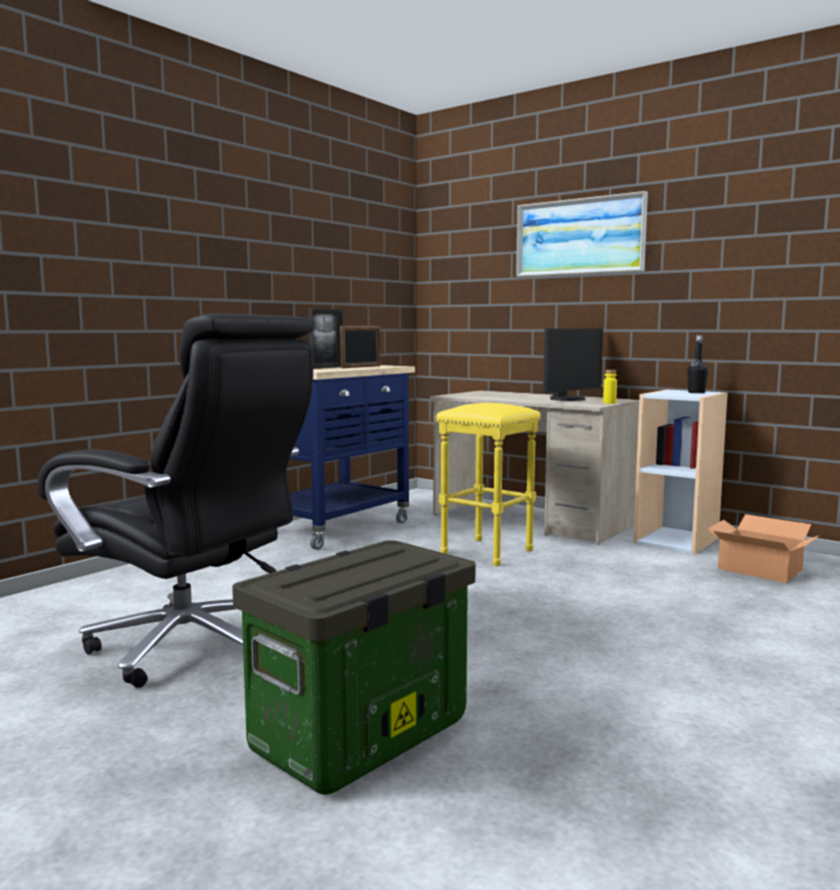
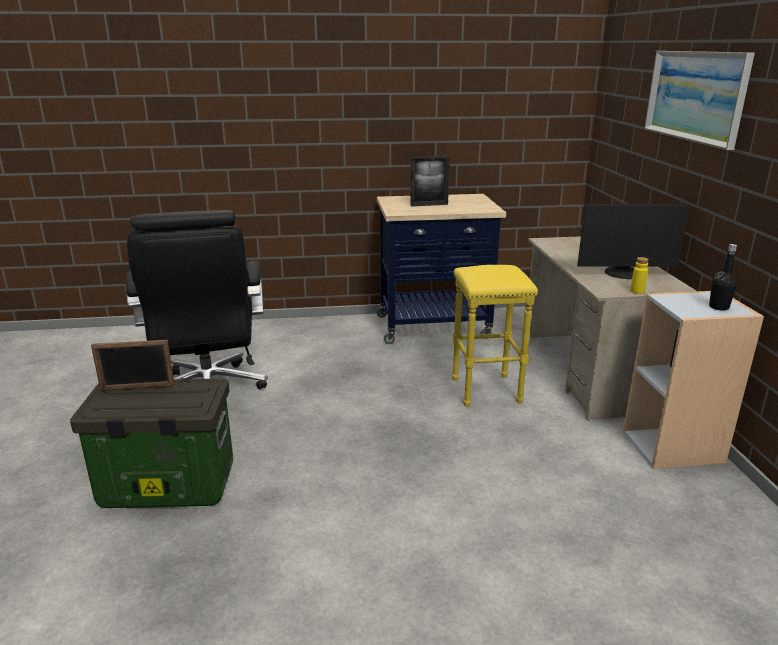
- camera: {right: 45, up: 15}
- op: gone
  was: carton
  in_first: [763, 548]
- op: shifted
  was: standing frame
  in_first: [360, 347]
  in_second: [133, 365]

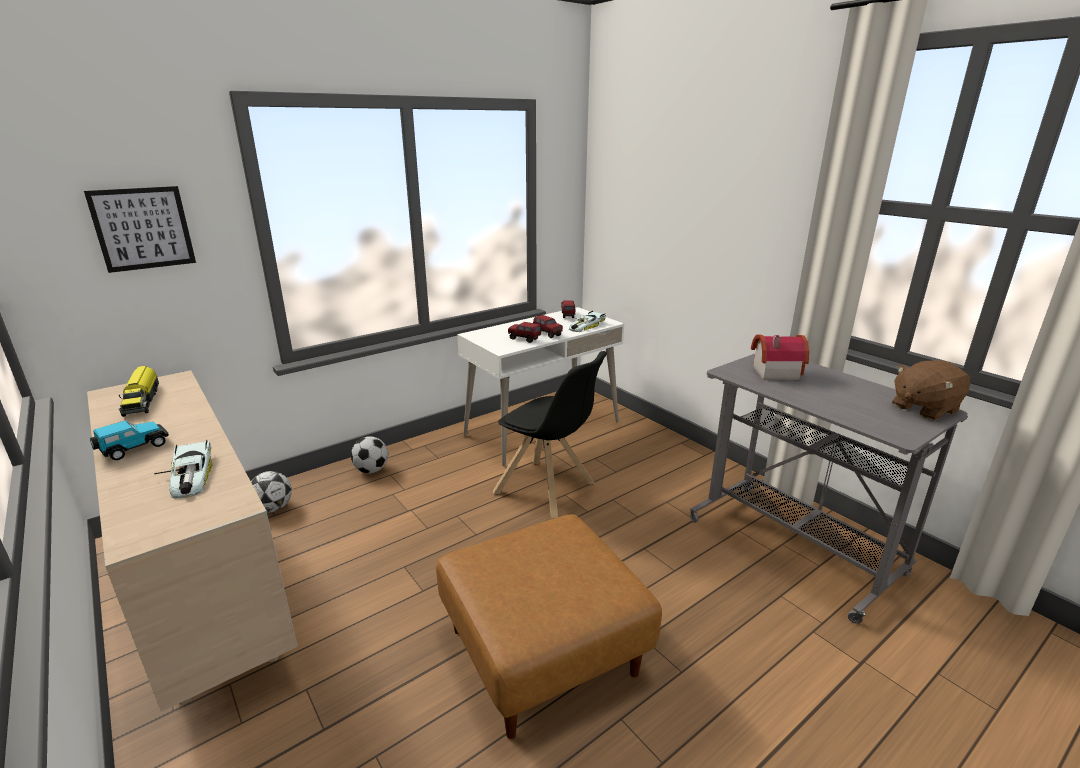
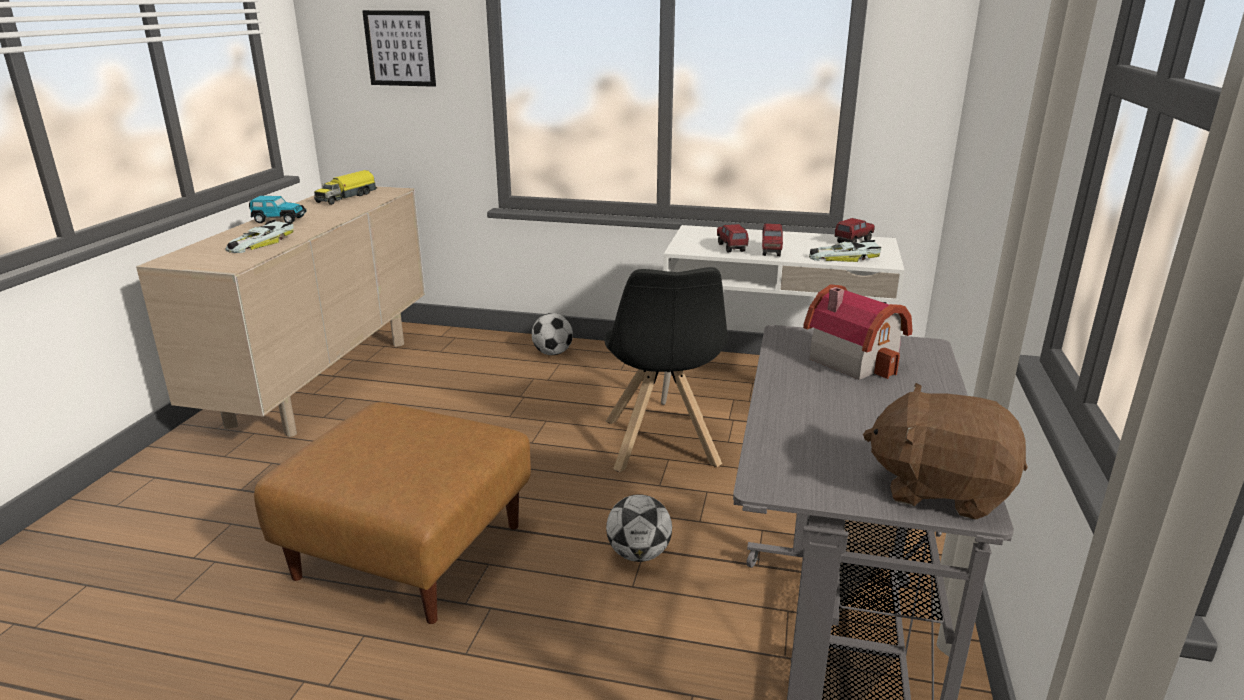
- camera: {right: 50, up: 0}
- op: shifted
  was: football ball
  in_first: [271, 492]
  in_second: [639, 528]

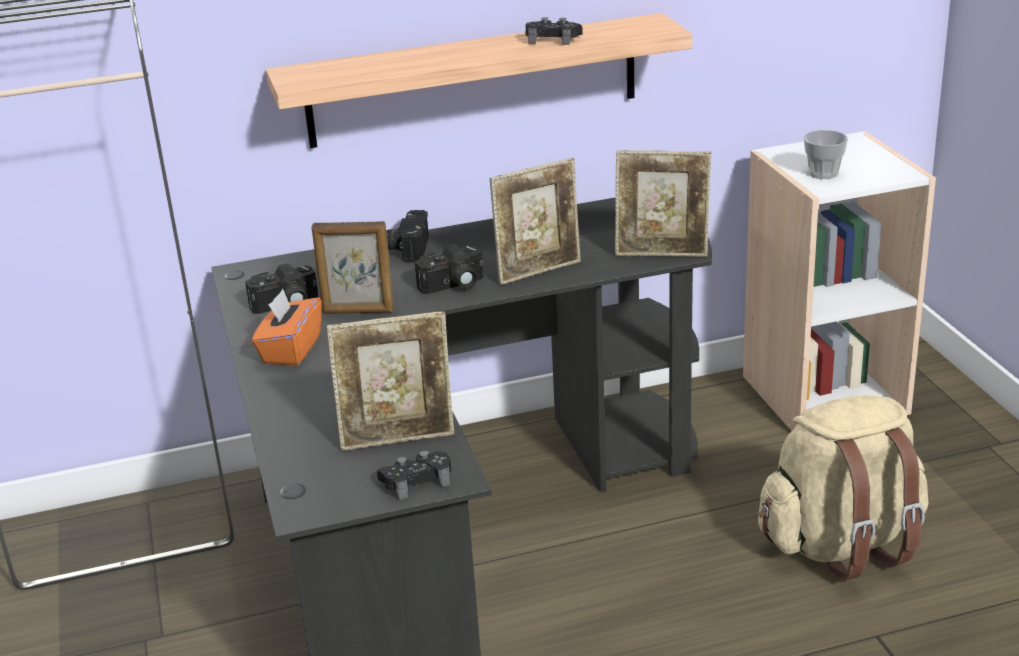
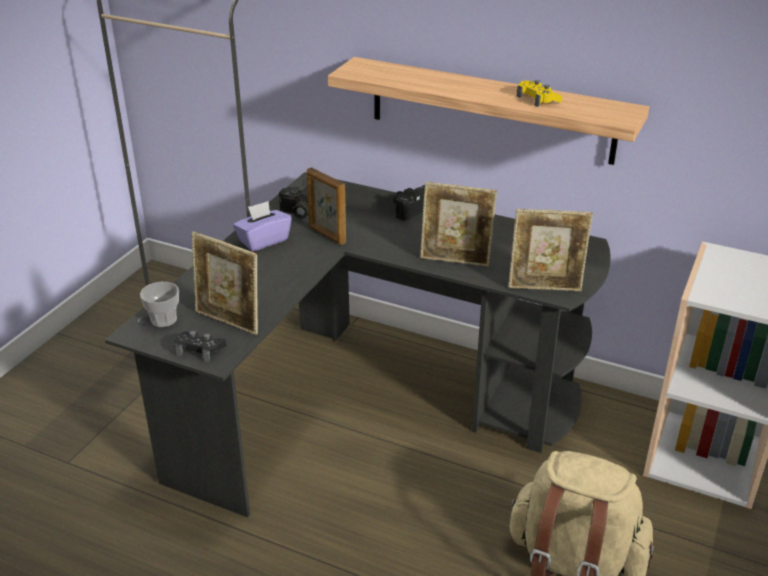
- camera: {right: 40, up: 5}
- op: gone
  was: photo camera
  in_first: [449, 269]
- op: shifted
  was: small cup
  in_first: [826, 154]
  in_second: [159, 304]
- op: repainted
  was: tissue holder (orange-coloured)
  now: tissue holder (purple-coloured)
  in_first: [287, 327]
  in_second: [262, 226]
- op: repainted
  was: joypad (black)
  now: joypad (yellowish)
  in_first: [554, 31]
  in_second: [539, 93]
- op: rotated
  was: standing frame
  in_first: [663, 203]
  in_second: [550, 250]
  clockwise: -45

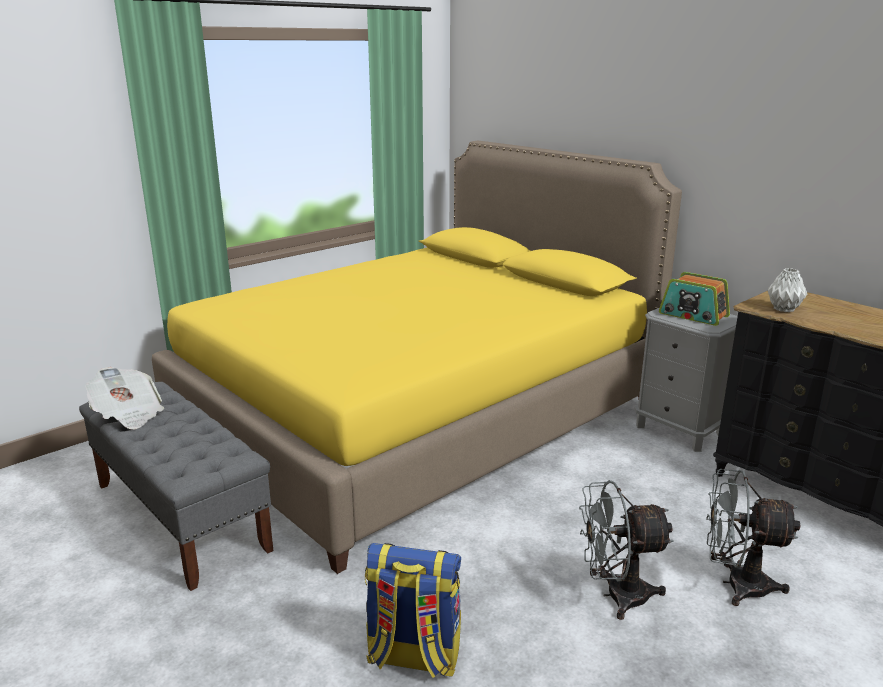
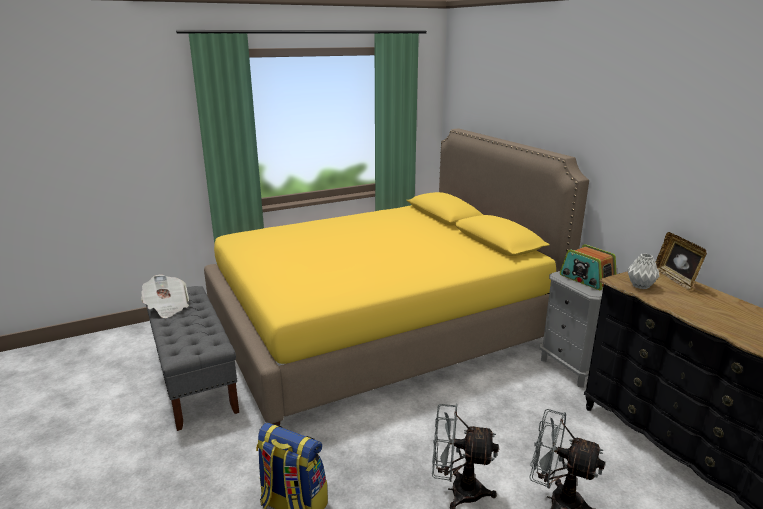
- camera: {right: 15, up: 0}
- op: new
  now: standing frame
  in_second: [681, 261]

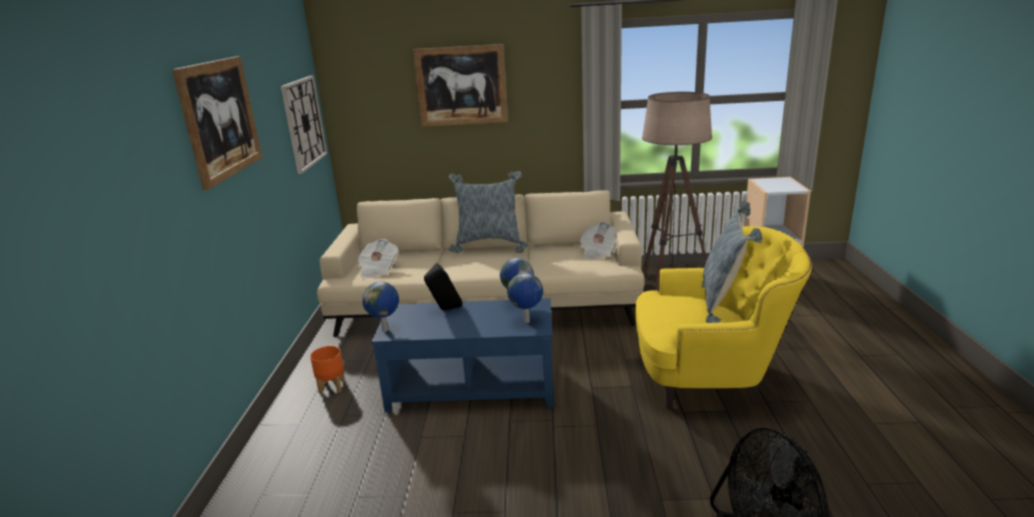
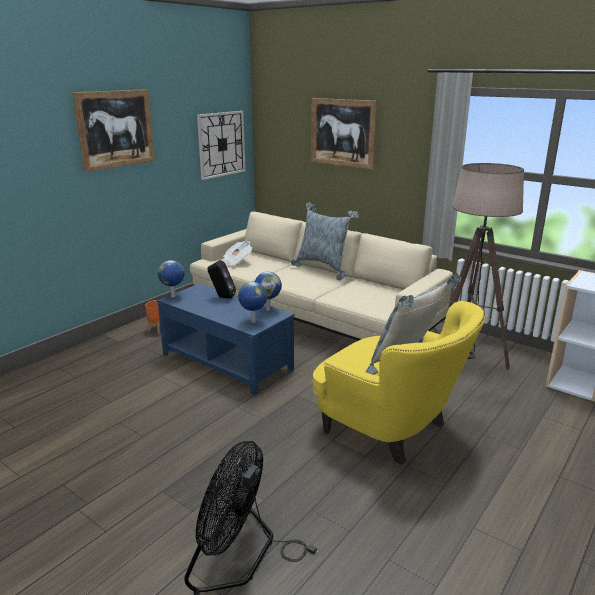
- camera: {right: 35, up: 0}
- op: gone
  was: daily paper
  in_first: [599, 241]

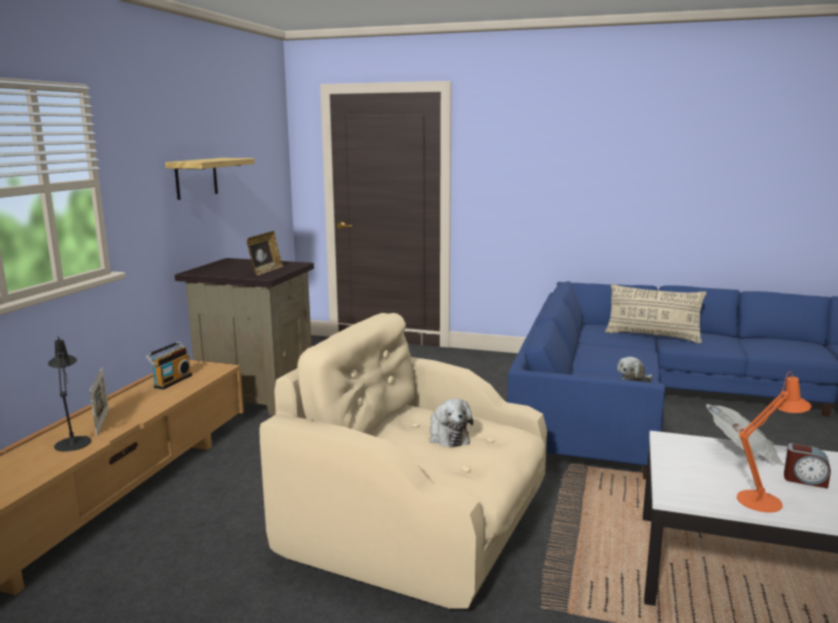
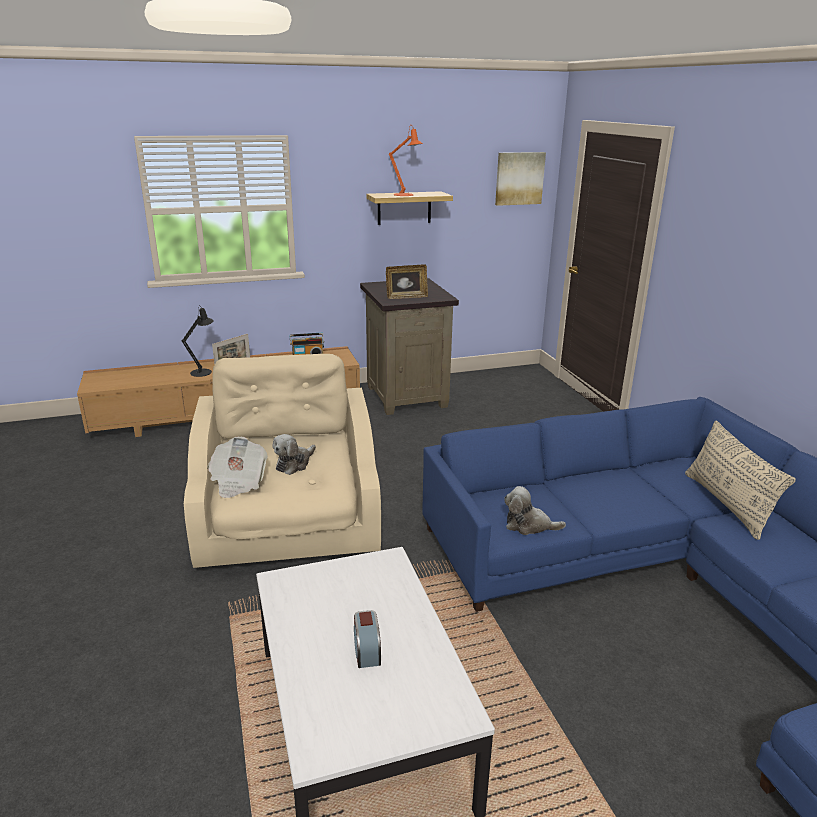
- camera: {right: 55, up: 10}
- op: new
  now: picture
  in_second: [520, 179]
- op: shifted
  was: daily paper
  in_first: [744, 434]
  in_second: [237, 467]
- op: shifted
  was: tabletop lamp (orange-coloured)
  in_first: [774, 441]
  in_second: [406, 161]

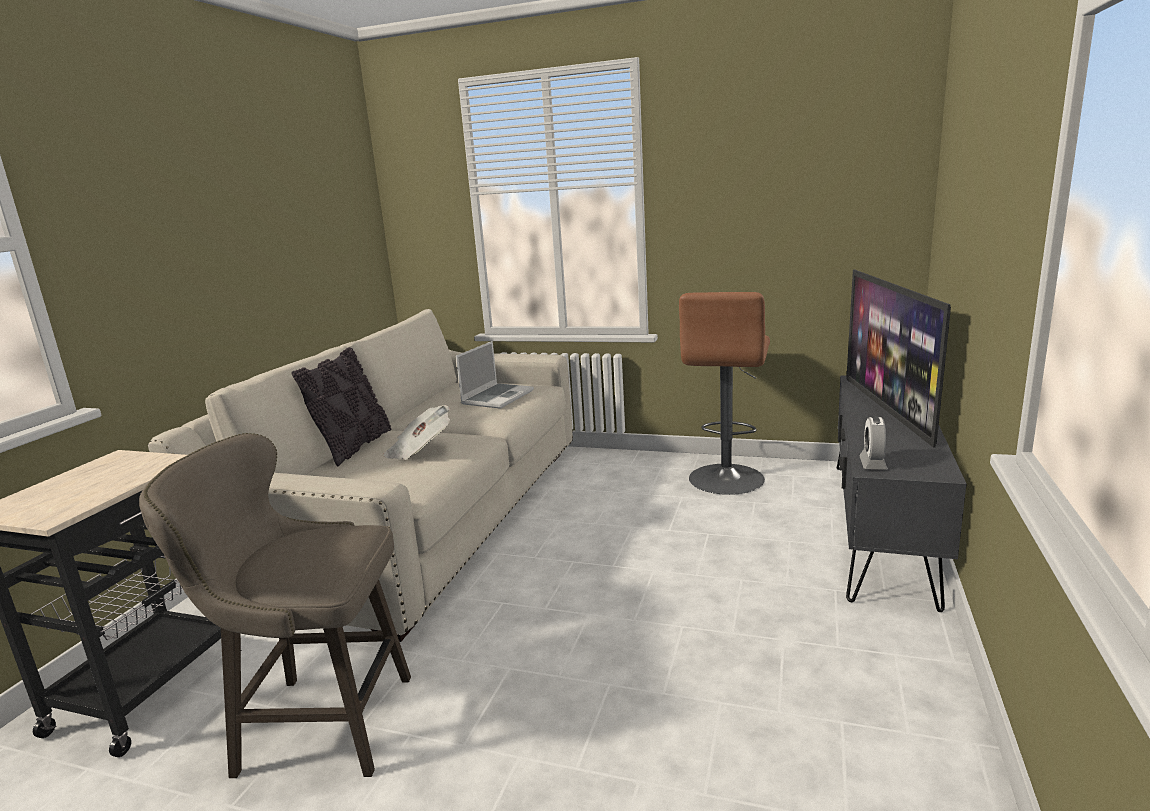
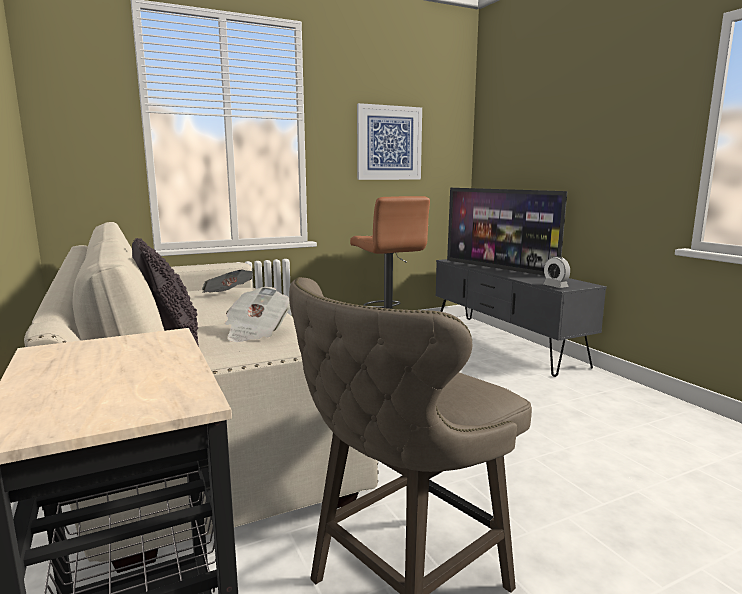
- camera: {right: -45, up: -5}
- op: new
  now: picture
  in_second: [389, 141]
- op: swapped
  was: laptop
  now: daily paper
  in_first: [495, 375]
  in_second: [227, 281]

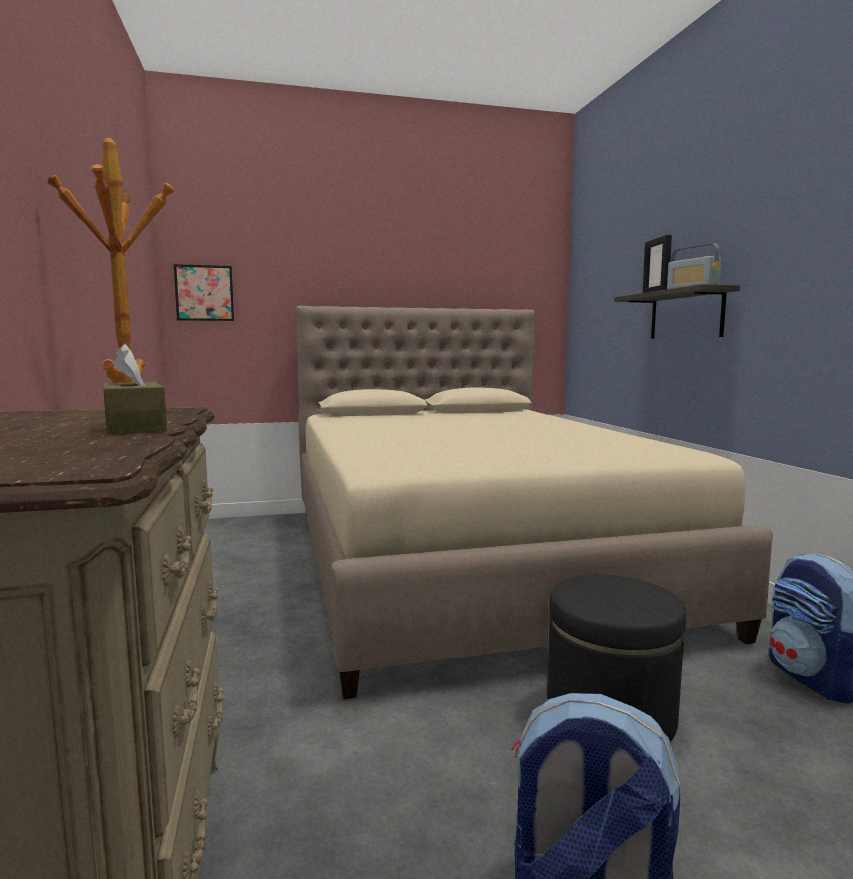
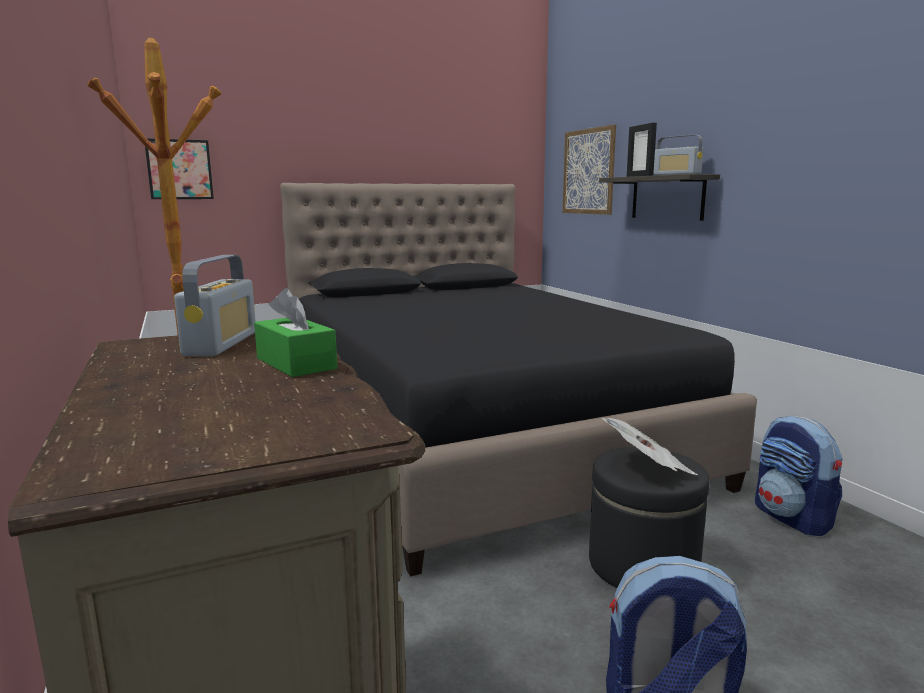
- camera: {right: -10, up: 5}
- op: new
  now: radio
  in_second: [215, 305]
- op: new
  now: picture
  in_second: [589, 169]
- op: new
  now: daily paper
  in_second: [650, 446]
- op: repainted
  was: tissue holder (brown-coloured)
  now: tissue holder (green-coloured)
  in_first: [135, 389]
  in_second: [295, 332]
- op: repainted
  was: bedroom bed (beige-coloured)
  now: bedroom bed (black)
  in_first: [534, 502]
  in_second: [518, 380]

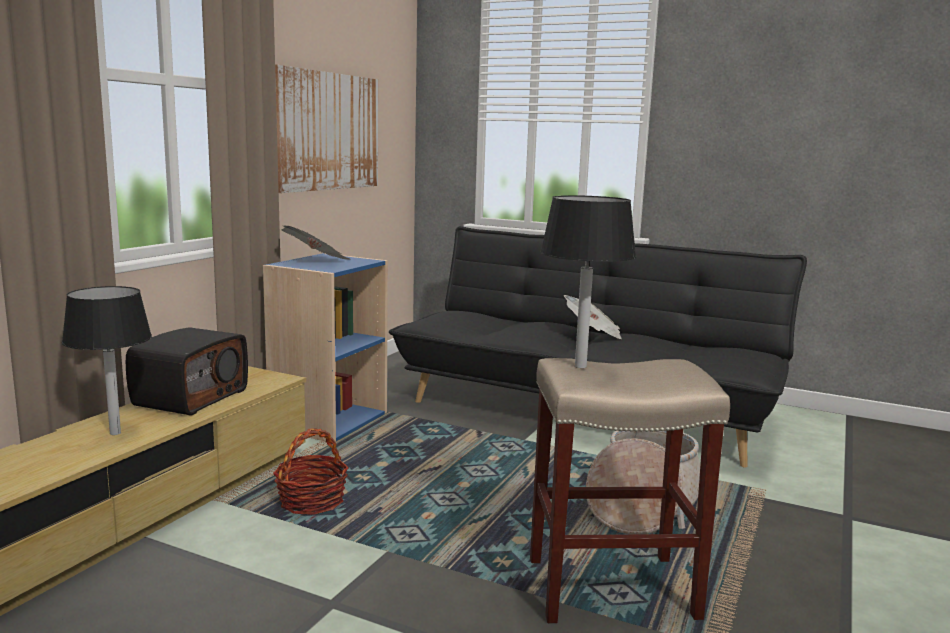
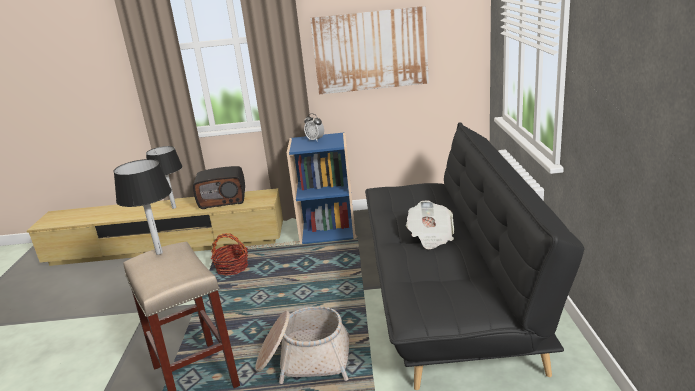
- camera: {right: 65, up: 10}
- op: swapped
  was: daily paper
  now: table clock
  in_first: [315, 243]
  in_second: [314, 128]

